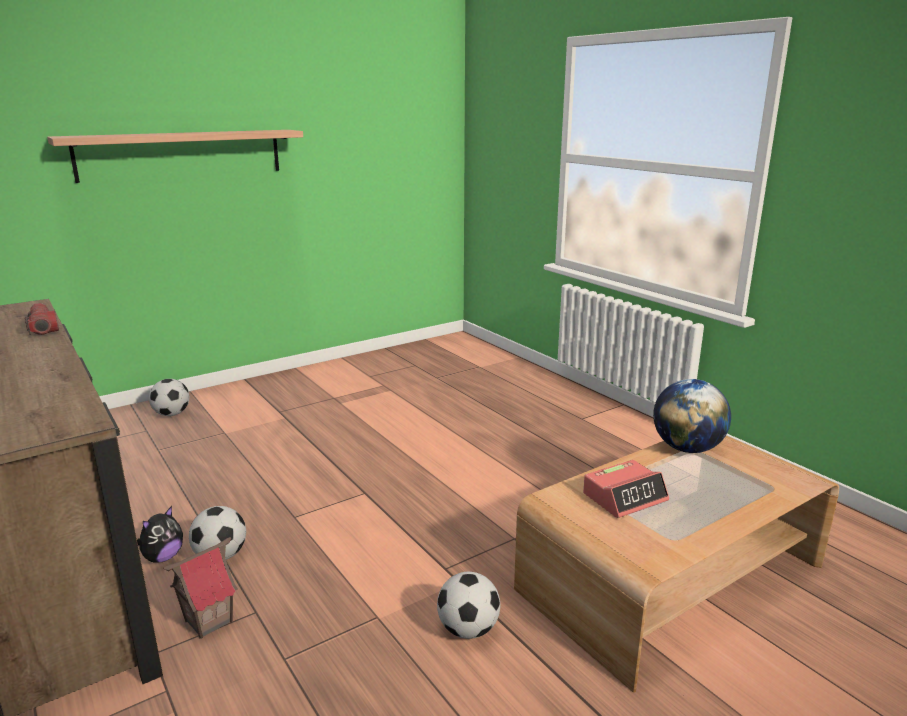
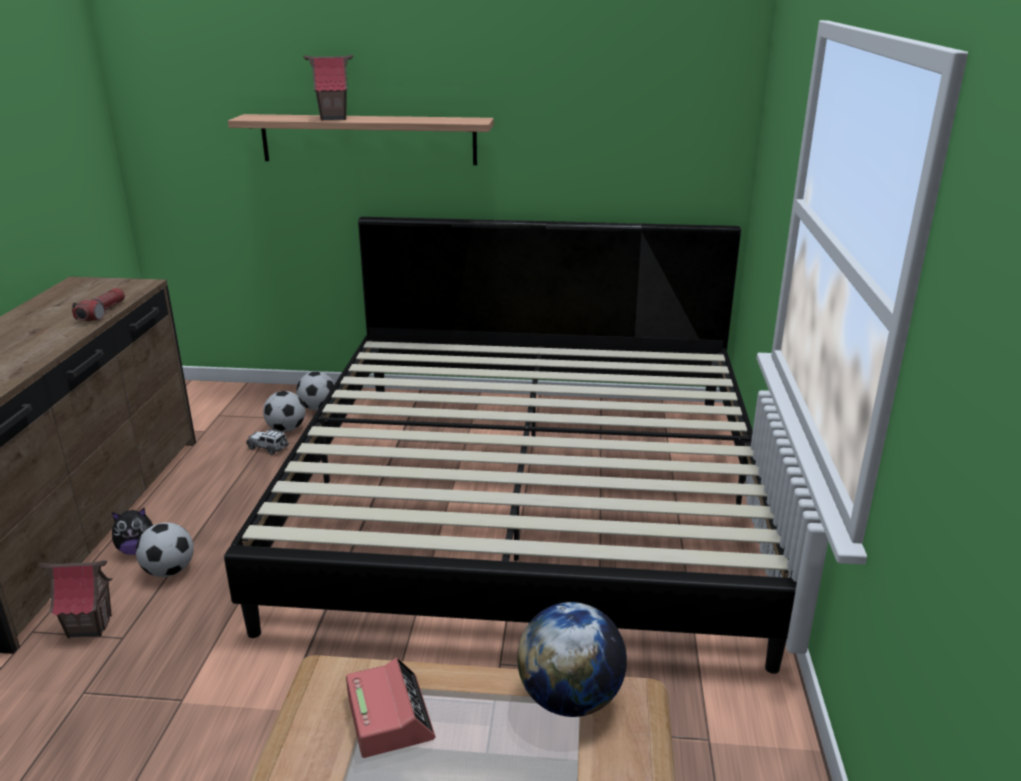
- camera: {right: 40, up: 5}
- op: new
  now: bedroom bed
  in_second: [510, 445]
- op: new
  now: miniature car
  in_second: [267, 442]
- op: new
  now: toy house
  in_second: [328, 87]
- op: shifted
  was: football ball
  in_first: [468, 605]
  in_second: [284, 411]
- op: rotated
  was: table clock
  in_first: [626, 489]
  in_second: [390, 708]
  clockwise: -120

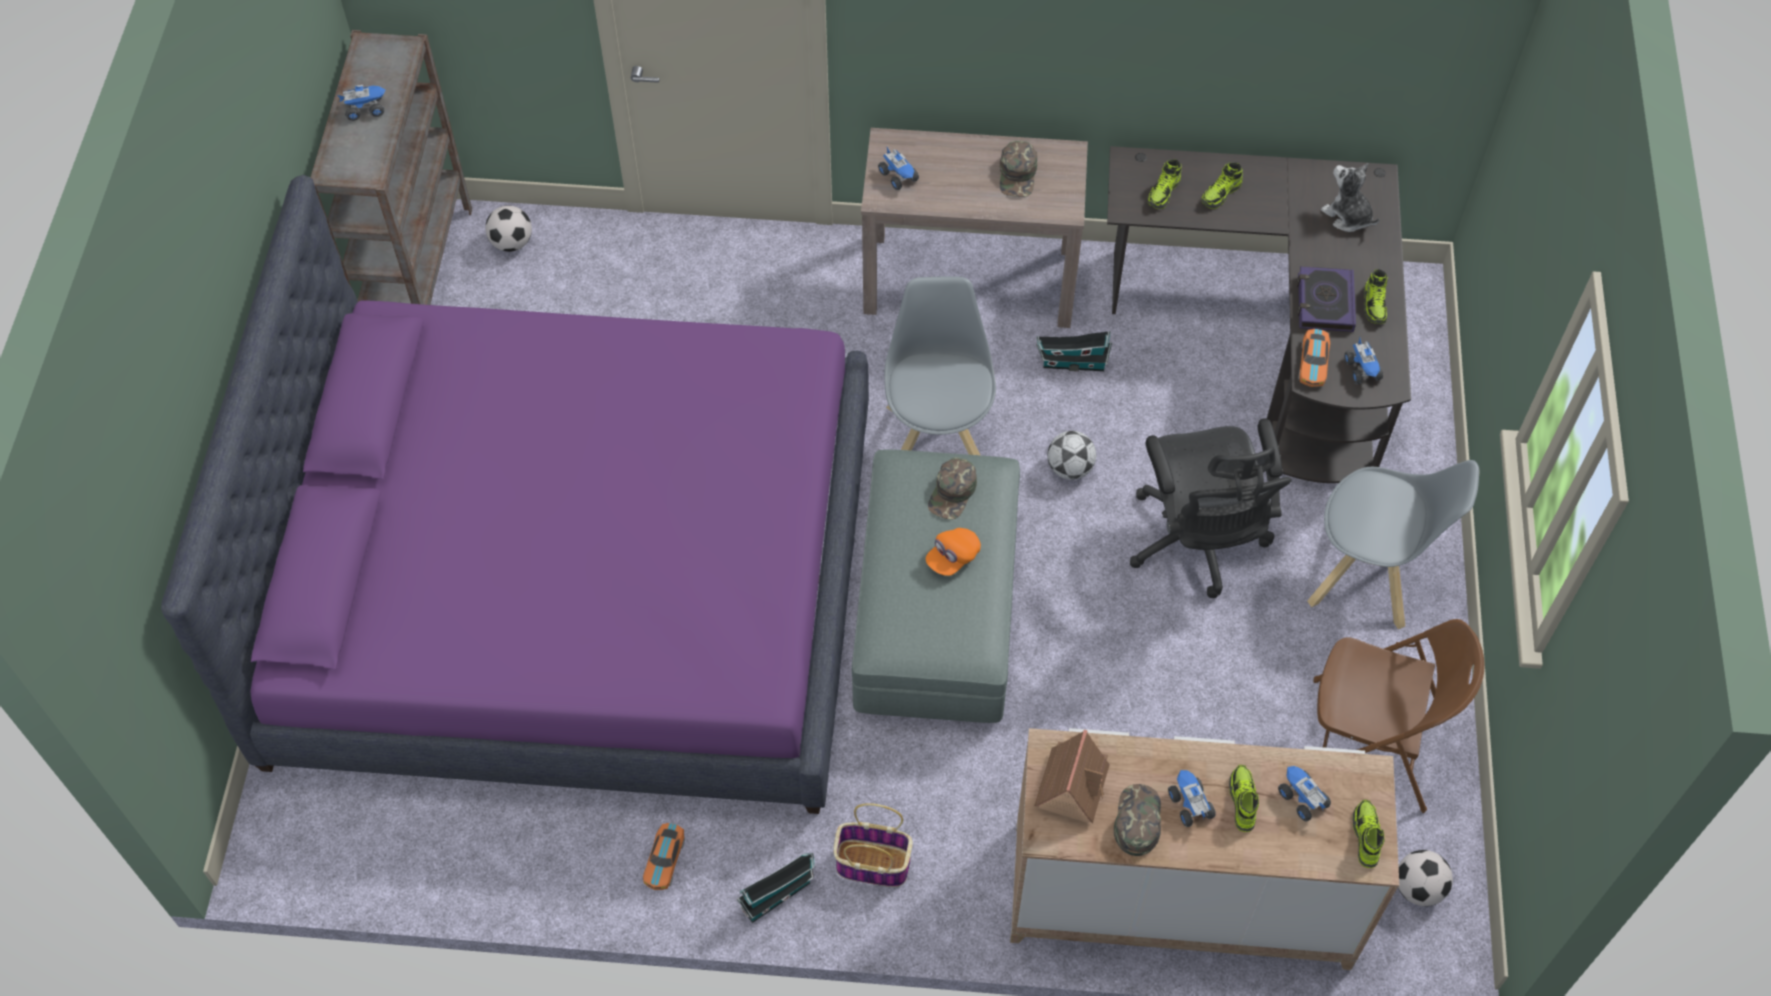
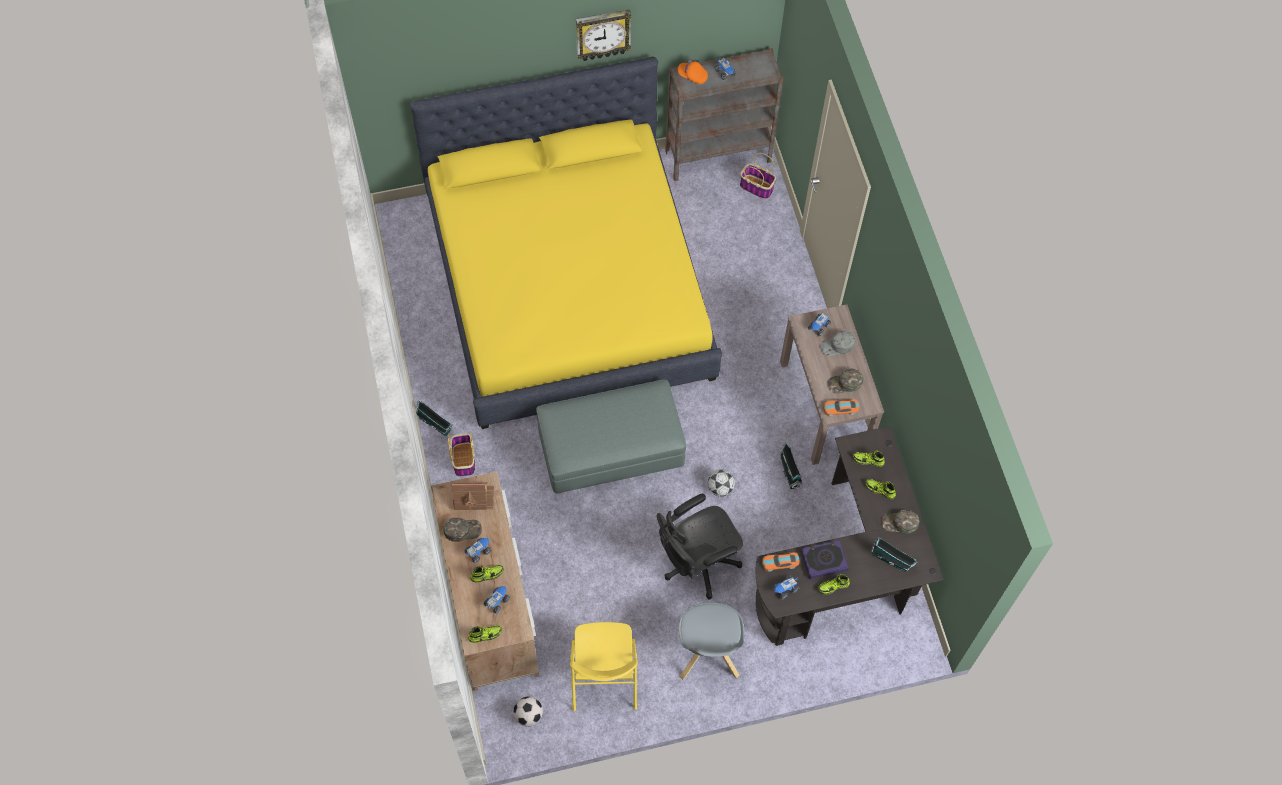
- camera: {right: 70, up: 5}
- op: gone
  was: plain chair (gray)
  in_first: [940, 365]
- op: new
  now: hanging clock
  in_second: [604, 35]
- op: new
  now: cap (gray)
  in_second: [837, 343]
- op: shifted
  was: miniature car
  in_first: [664, 856]
  in_second: [841, 407]
- op: shifted
  was: cap (orange-coloured)
  in_first: [953, 552]
  in_second: [693, 71]
- op: shifted
  was: cap (green-coloured)
  in_first: [952, 488]
  in_second: [900, 522]
- op: swapped
  was: football ball
  now: basket
  in_first: [508, 228]
  in_second: [758, 176]
- op: swapped
  was: soft toy
  now: toy house
  in_first: [1350, 197]
  in_second: [894, 555]
- op: repainted
  was: bedroom bed (purple-coloured)
  now: bedroom bed (yellowish)
  in_first: [515, 494]
  in_second: [566, 243]
- op: repainted
  was: plain chair (brown-coloured)
  now: plain chair (yellowish)
  in_first: [1399, 716]
  in_second: [604, 666]

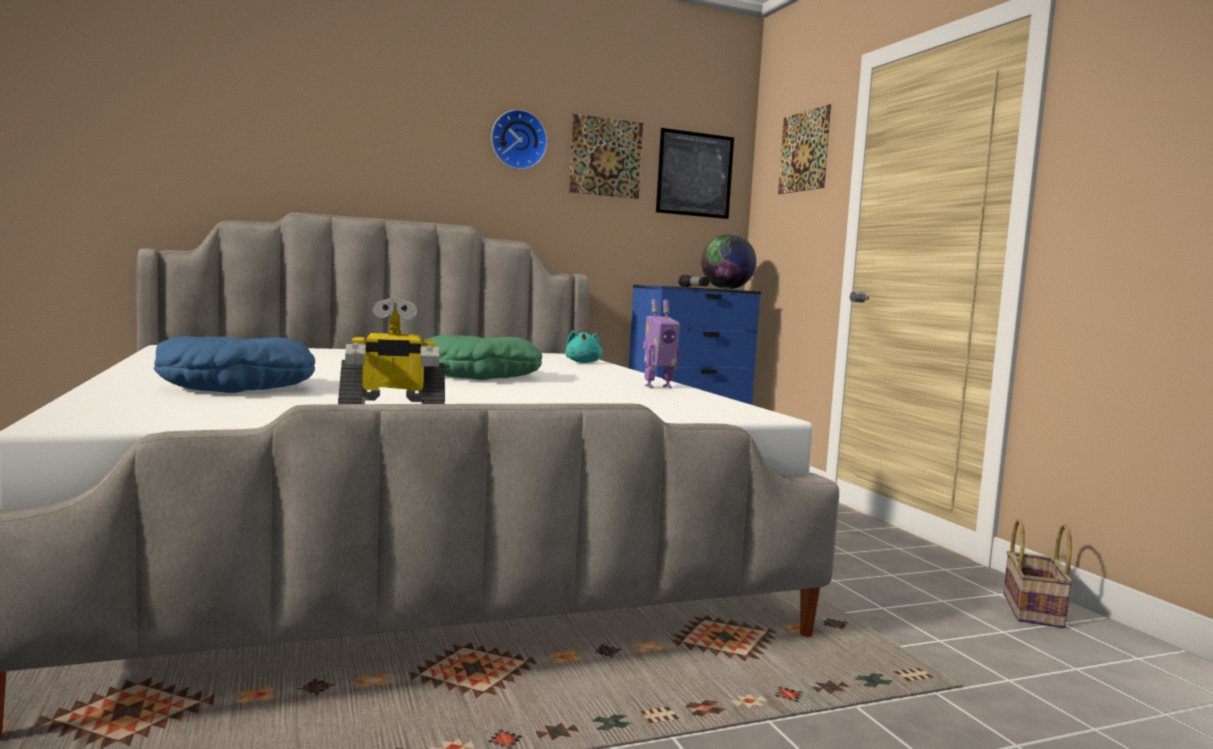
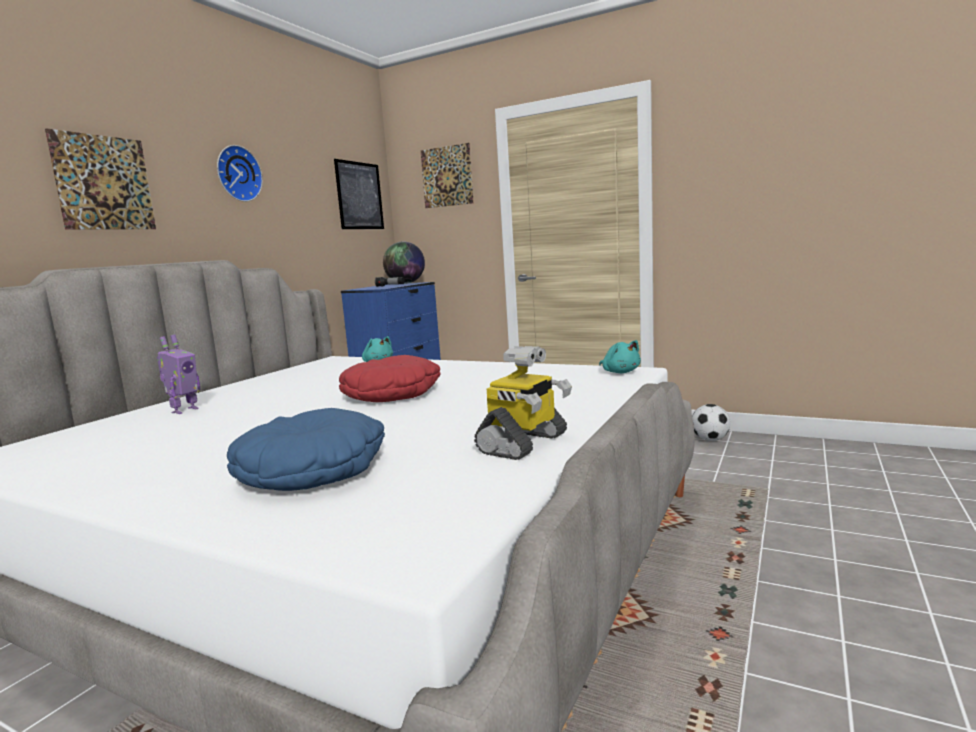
- camera: {right: -40, up: 5}
- op: new
  now: soft toy (turquoise-coloured)
  in_second: [620, 356]
- op: shifted
  was: picture
  in_first: [606, 156]
  in_second: [100, 179]
- op: shifted
  was: model robot
  in_first: [661, 343]
  in_second: [178, 374]
- op: swapped
  was: basket
  now: football ball
  in_first: [1038, 573]
  in_second: [711, 422]
- op: repainted
  was: cushion (green-coloured)
  now: cushion (red)
  in_first: [484, 357]
  in_second: [390, 378]

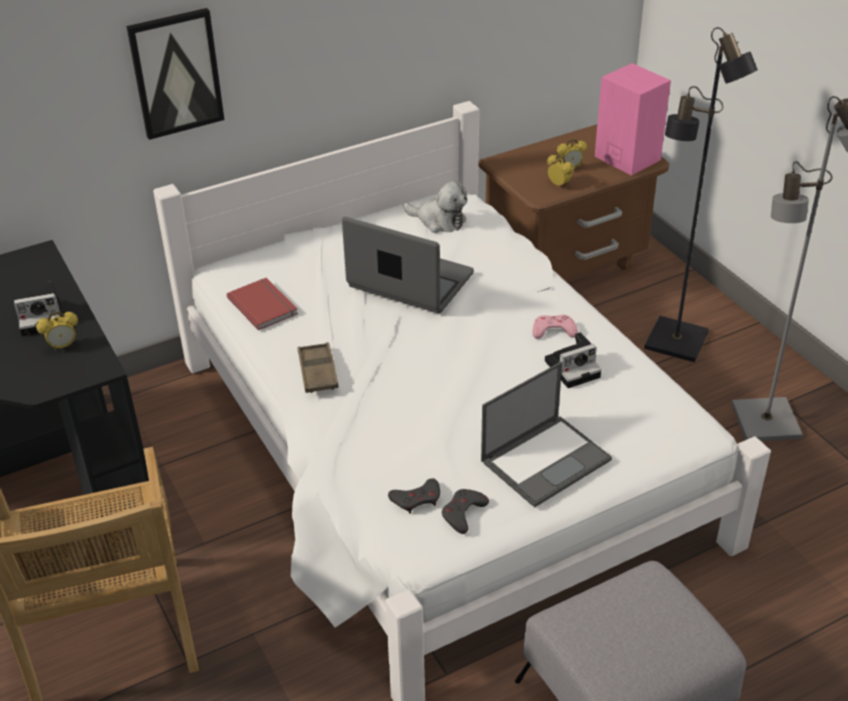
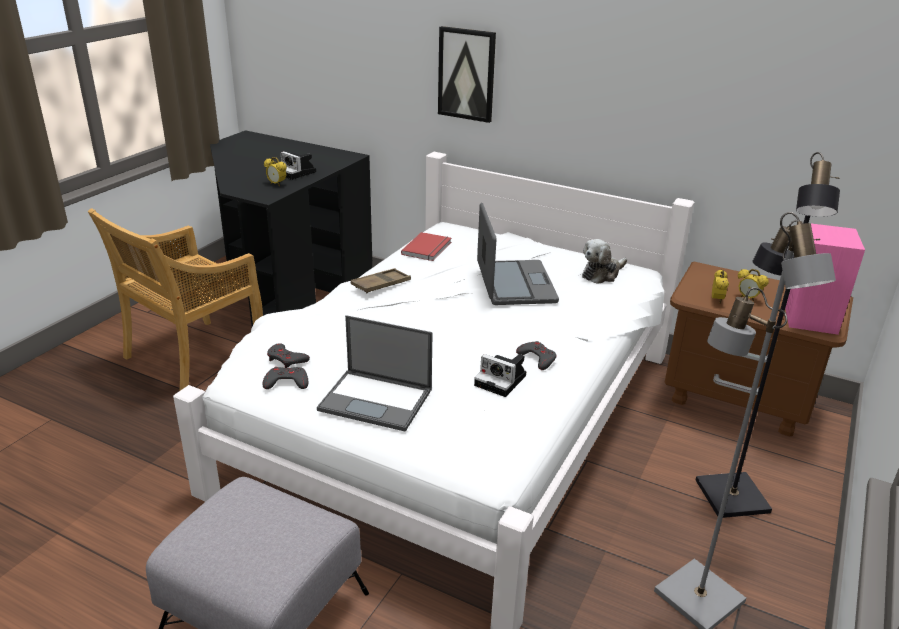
- camera: {right: 55, up: -10}
- op: repainted
  was: joypad (pink)
  now: joypad (gray)
  in_first: [555, 327]
  in_second: [536, 355]
- op: rotated
  was: soft toy
  in_first: [435, 207]
  in_second: [604, 261]
  clockwise: 60

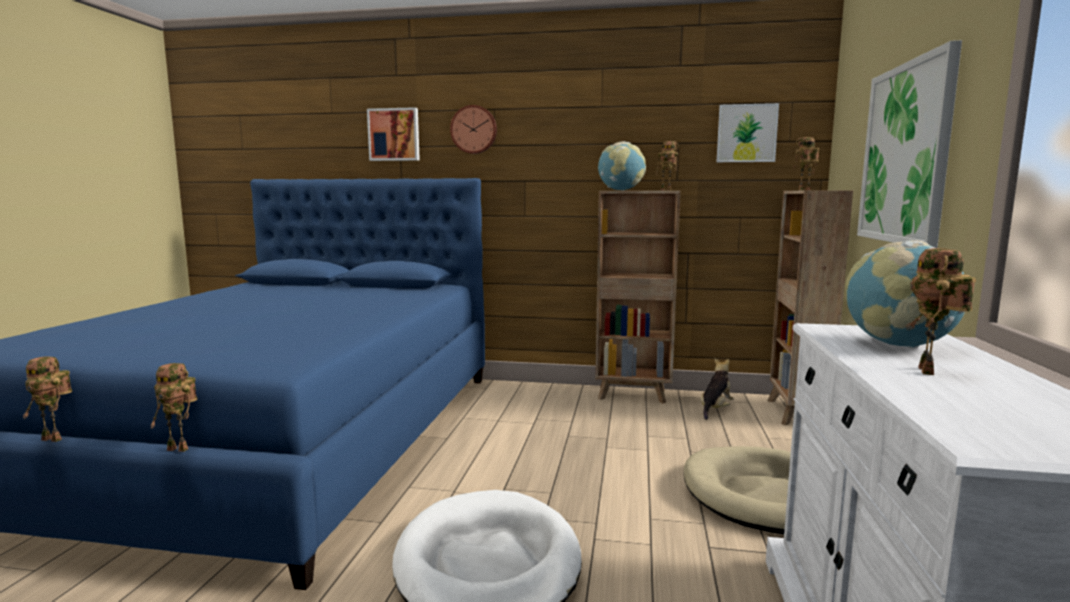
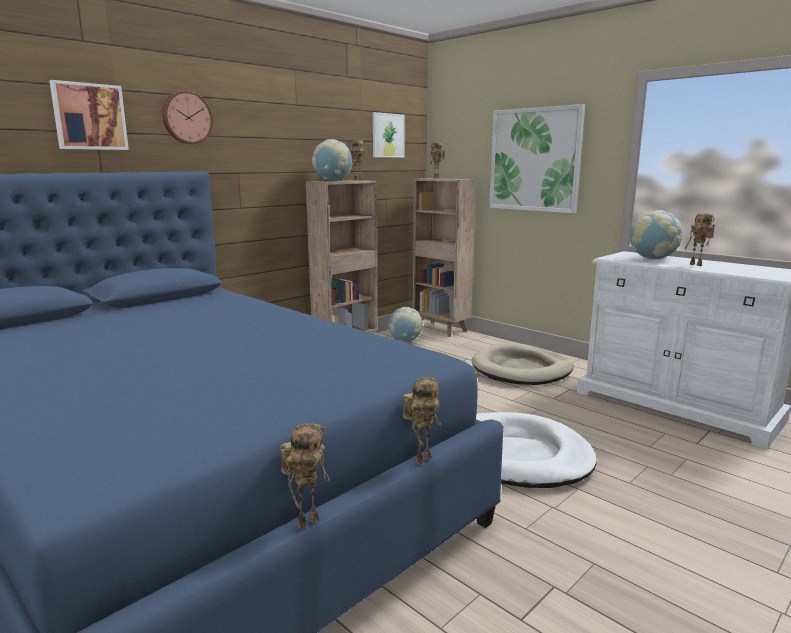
- camera: {right: -55, up: 5}
- op: swapped
  was: soft toy
  now: world globe
  in_first: [717, 389]
  in_second: [405, 324]

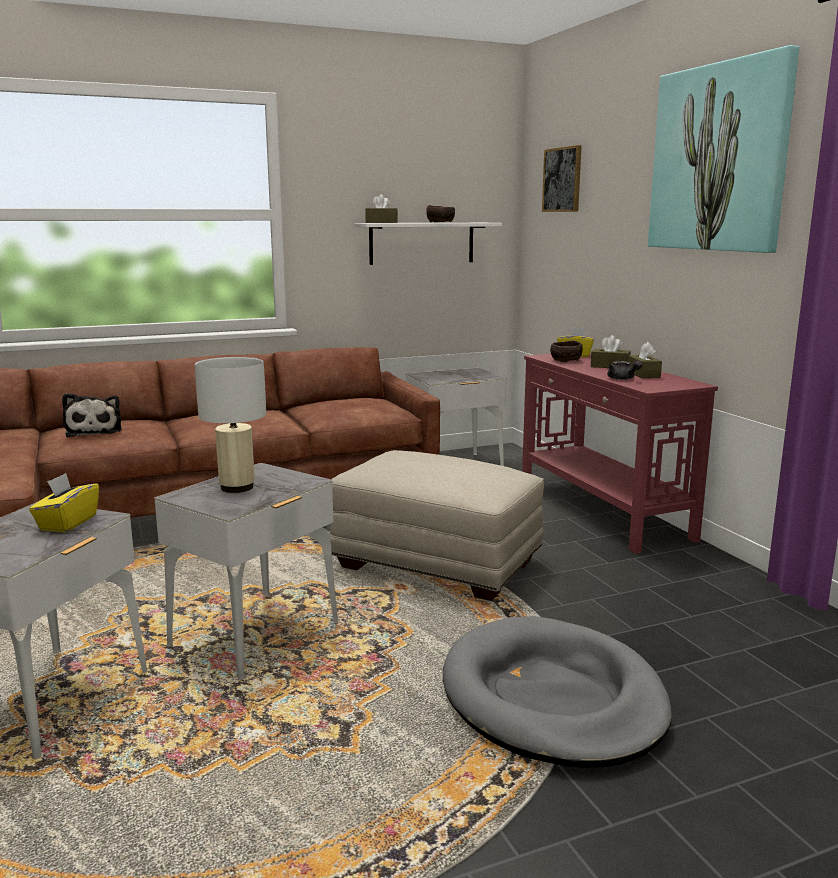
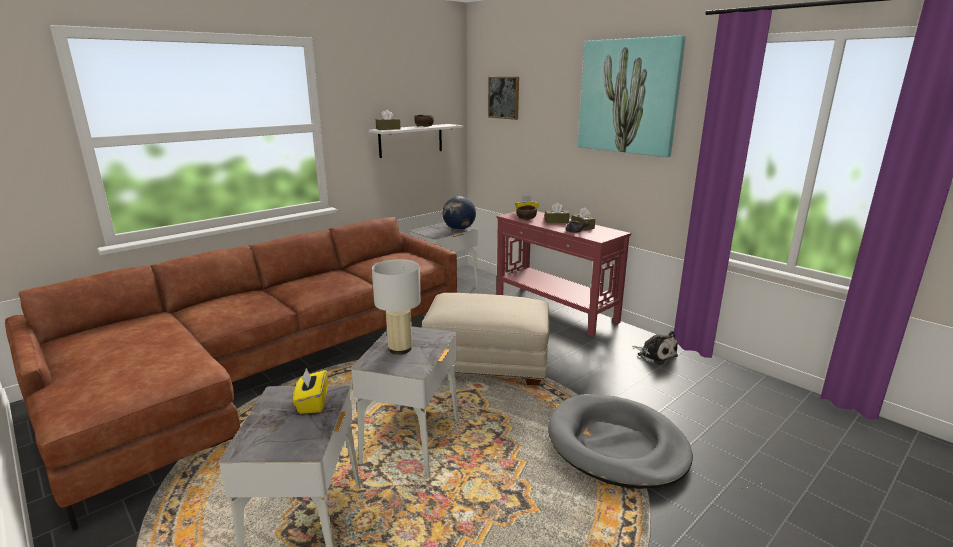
- camera: {right: -20, up: 5}
- op: new
  now: world globe
  in_second: [459, 213]
- op: shifted
  was: soft toy
  in_first: [92, 415]
  in_second: [655, 348]

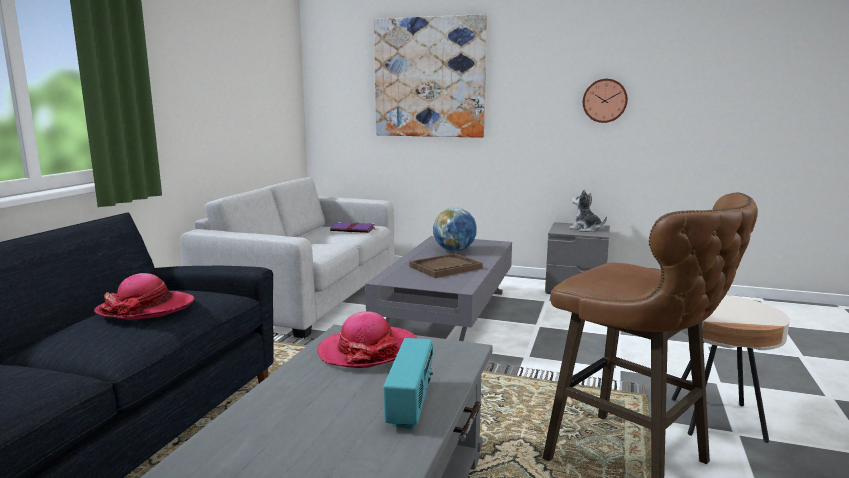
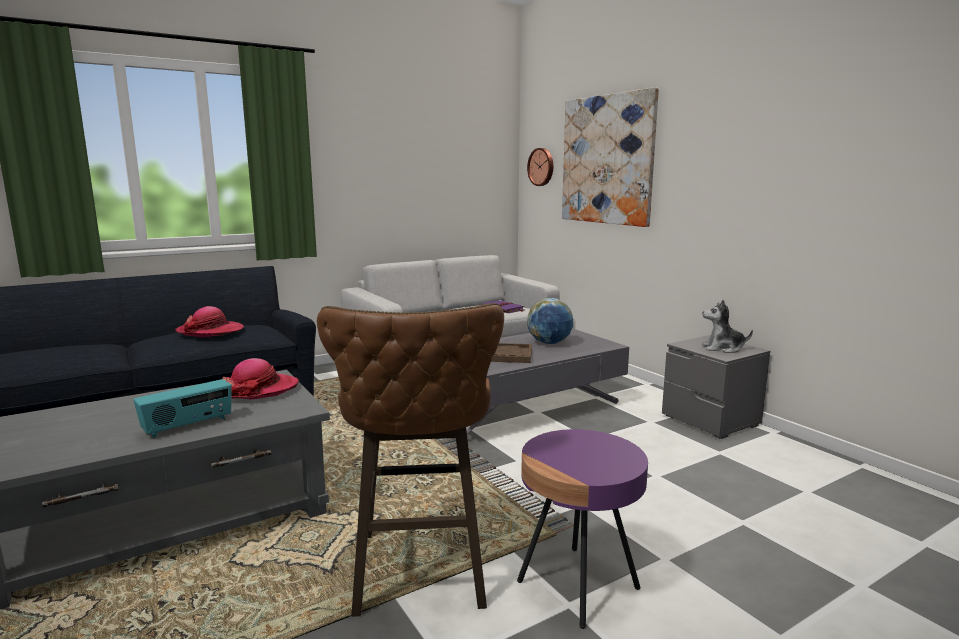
- camera: {right: 40, up: 0}
- op: shifted
  was: hanging clock
  in_first: [605, 101]
  in_second: [540, 167]
- op: repainted
  was: accent table (beige-coloured)
  now: accent table (purple-coloured)
  in_first: [731, 369]
  in_second: [582, 529]
- op: rotated
  was: soft toy
  in_first: [588, 211]
  in_second: [727, 326]
  clockwise: -75

